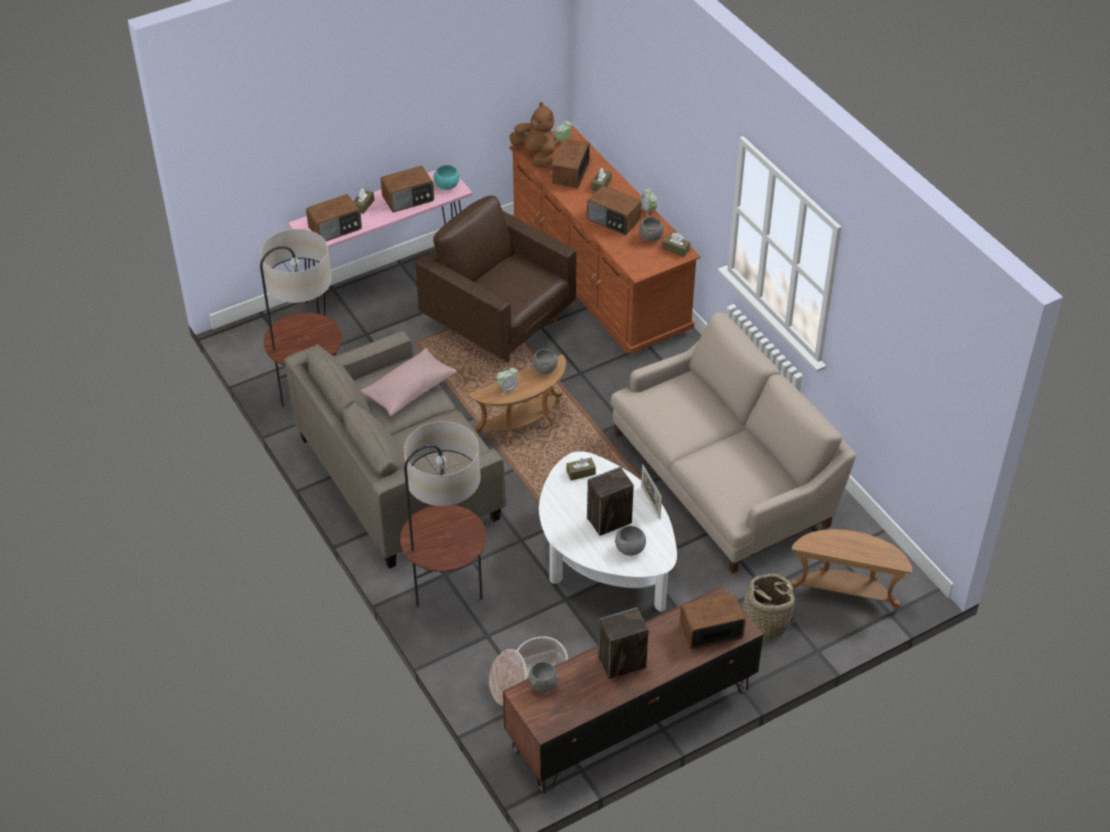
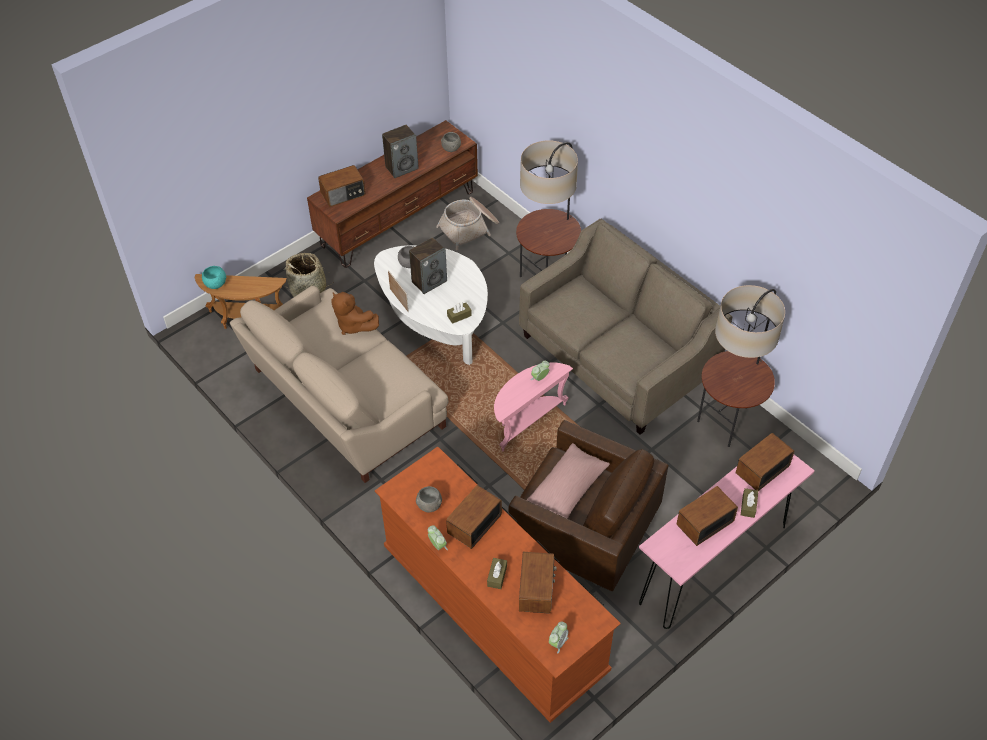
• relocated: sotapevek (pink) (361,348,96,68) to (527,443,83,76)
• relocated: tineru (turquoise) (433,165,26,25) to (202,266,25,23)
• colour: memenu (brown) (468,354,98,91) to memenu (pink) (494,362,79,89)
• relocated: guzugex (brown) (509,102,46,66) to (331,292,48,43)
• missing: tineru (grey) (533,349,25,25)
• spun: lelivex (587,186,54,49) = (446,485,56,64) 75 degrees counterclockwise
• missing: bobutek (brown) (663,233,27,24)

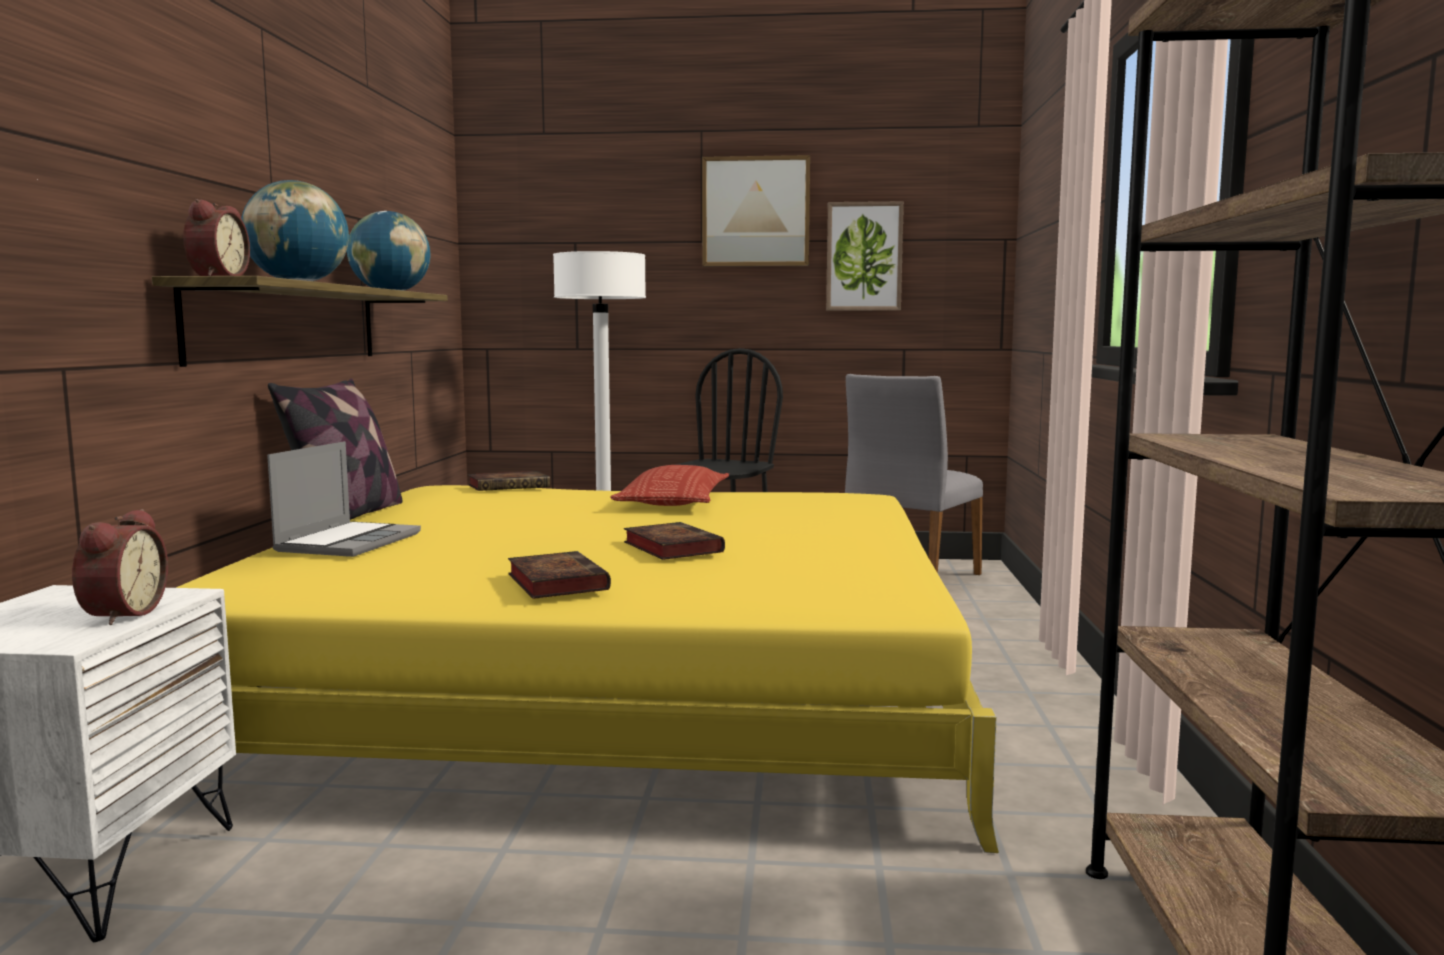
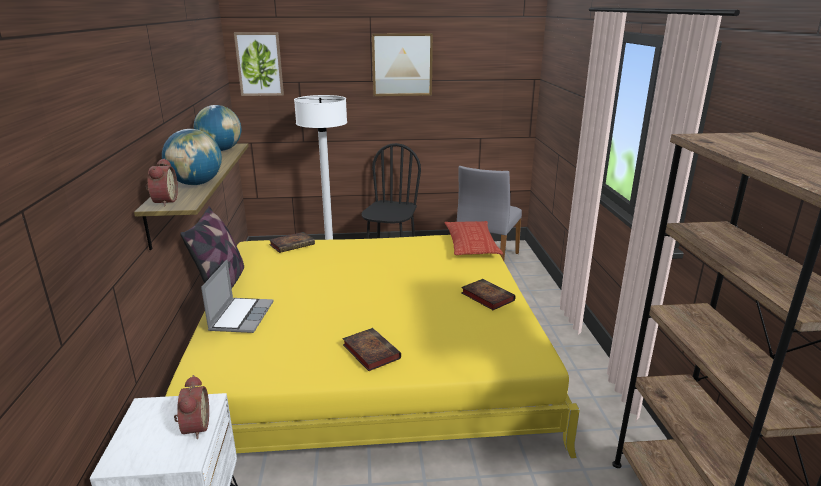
• relocated: sotapevek (610,465,119,41) to (444,221,59,34)
• relocated: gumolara (624,522,101,38) to (461,279,54,31)
• relocated: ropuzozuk (826,201,78,110) to (234,32,50,64)

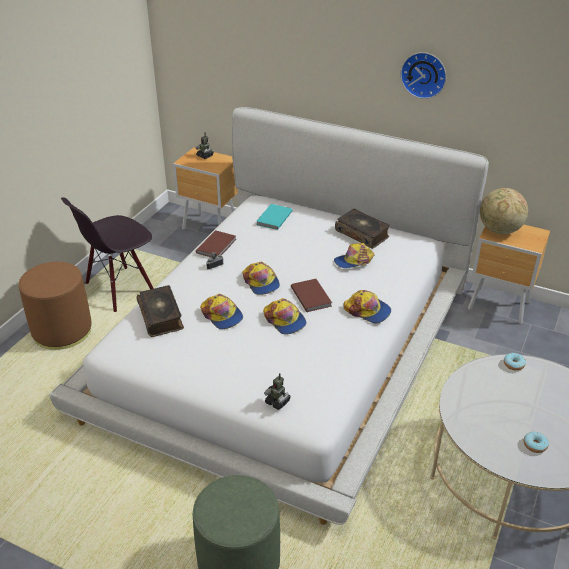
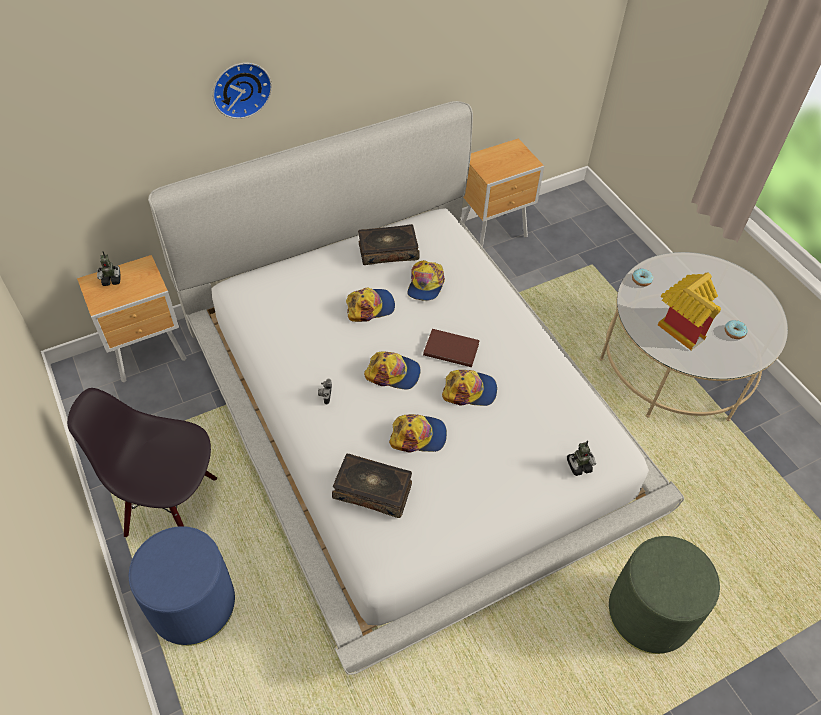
• colour: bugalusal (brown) (19,262,73,88) to bugalusal (blue) (129,526,106,120)
• spun: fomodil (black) (61,197,93,115) = (67,388,150,149) 105 degrees clockwise
• missing: gumolara (brown) (196,230,41,27)
• missing: gumolara (turquoise) (256,204,37,26)
• relocated: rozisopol (343,290,48,34) to (346,288,49,34)
• relocated: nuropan (400,52,46,47) to (213,63,59,56)
• missing: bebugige (480,188,48,46)
• appeared: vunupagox (658,273,63,78)

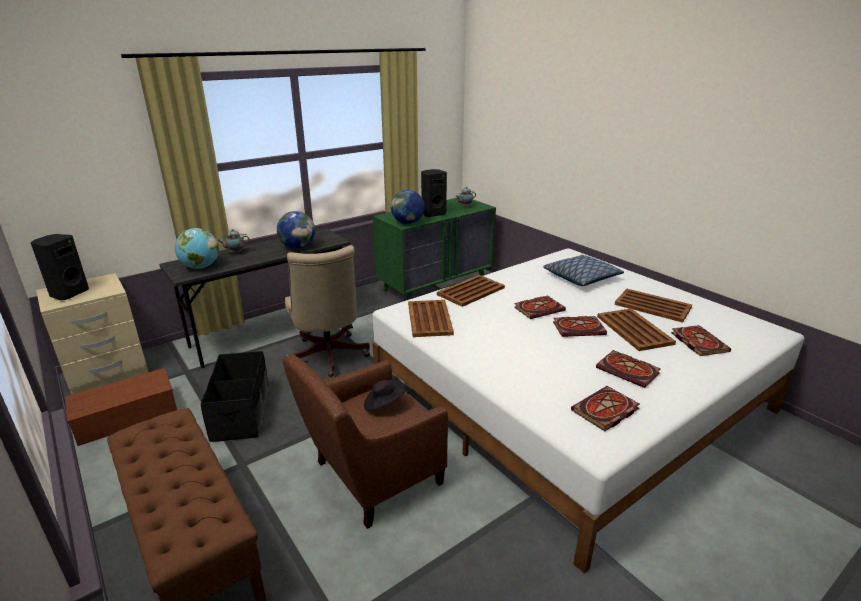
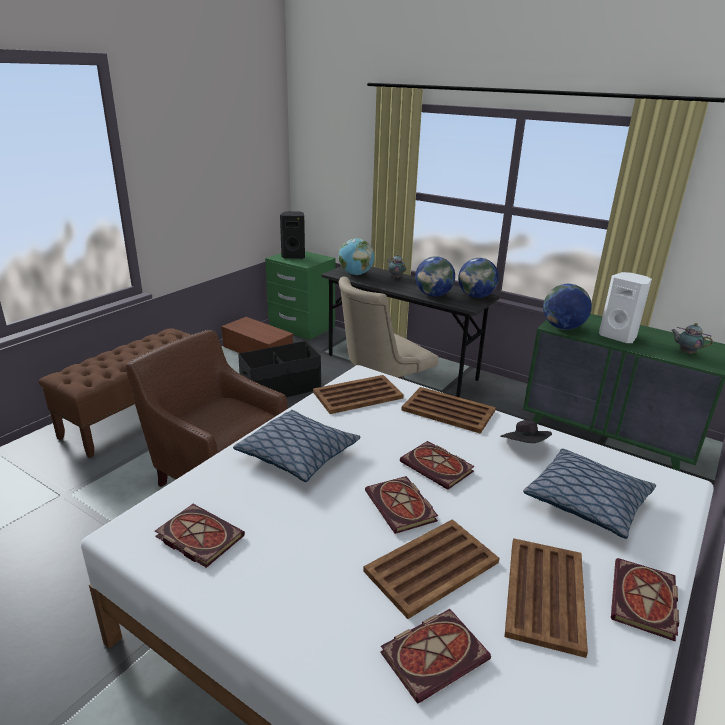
• colour: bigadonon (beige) (36,273,112,122) to bigadonon (green) (265,251,71,89)
• relocated: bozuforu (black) (364,380,42,31) to (500,420,52,23)
• colour: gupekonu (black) (421,169,26,48) to gupekonu (white) (599,272,53,71)
• relocated: gumolara (596,350,65,38) to (611,558,68,84)
• appeared: sotapevek (233,410,128,72)
• appeared: bebugige (458,258,41,40)

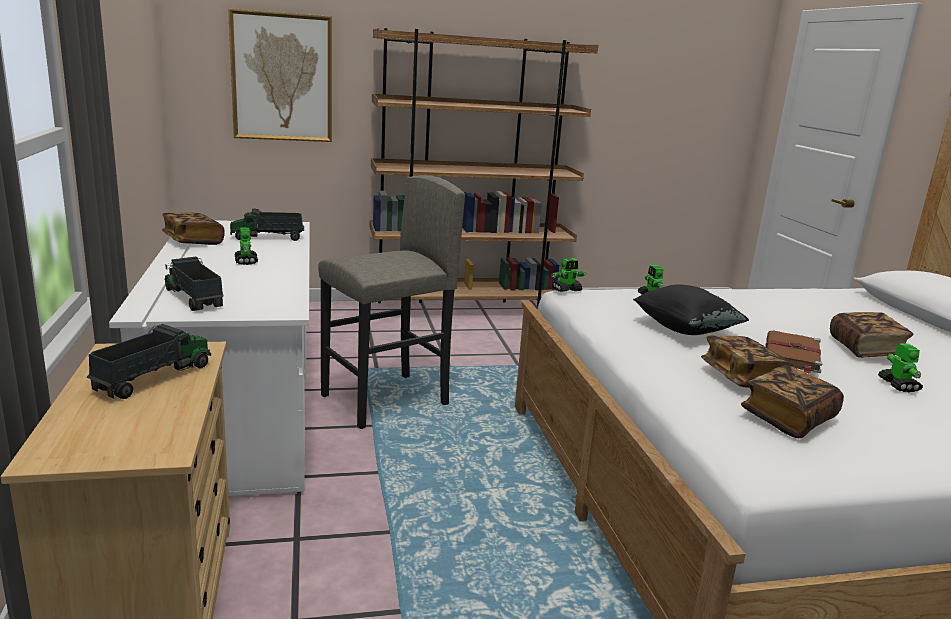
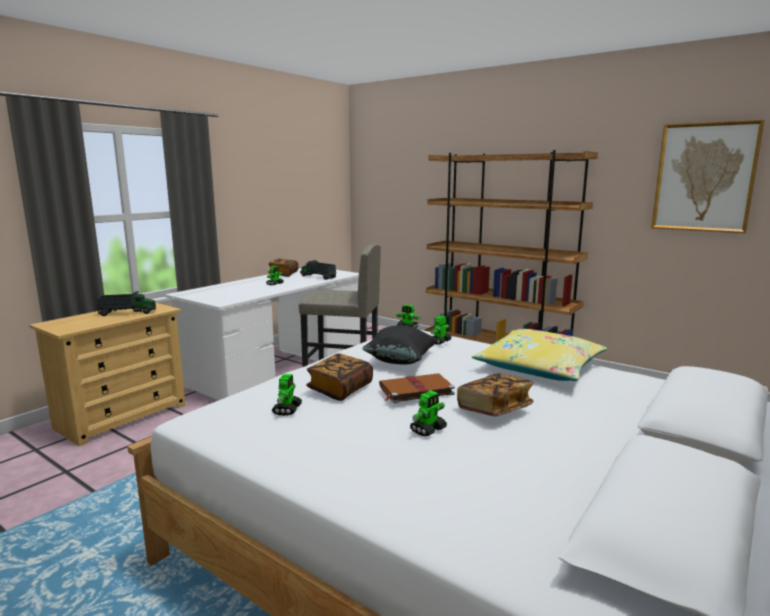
• missing: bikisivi (165,257,59,54)
• relocated: ropuzozuk (228,9,104,133) to (651,120,114,113)
• exchanged: gumolara (741,365,103,73) to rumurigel (272,374,30,42)
• appeared: sotapevek (yellow) (472,329,135,52)

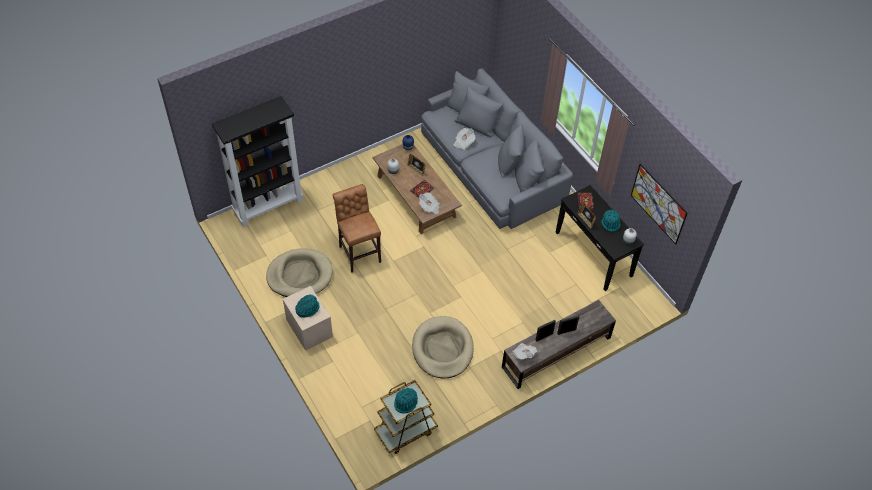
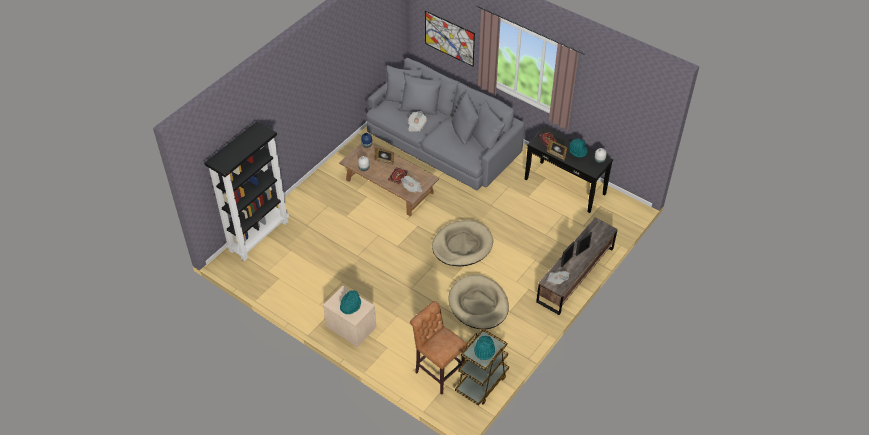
• relocated: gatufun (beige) (266,249,67,48) to (432,220,61,47)
• relocated: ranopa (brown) (333,184,48,89) to (410,301,57,94)
• relocated: ropuzozuk (631,164,57,80) to (425,10,50,57)

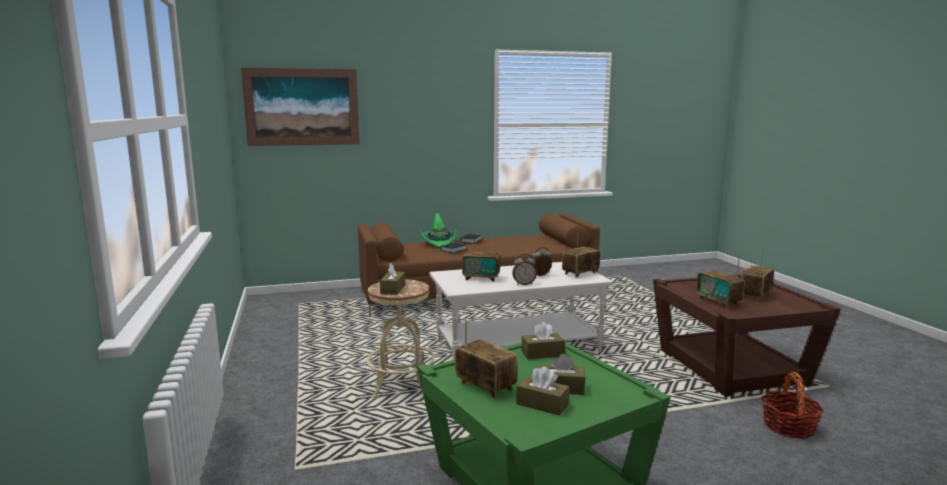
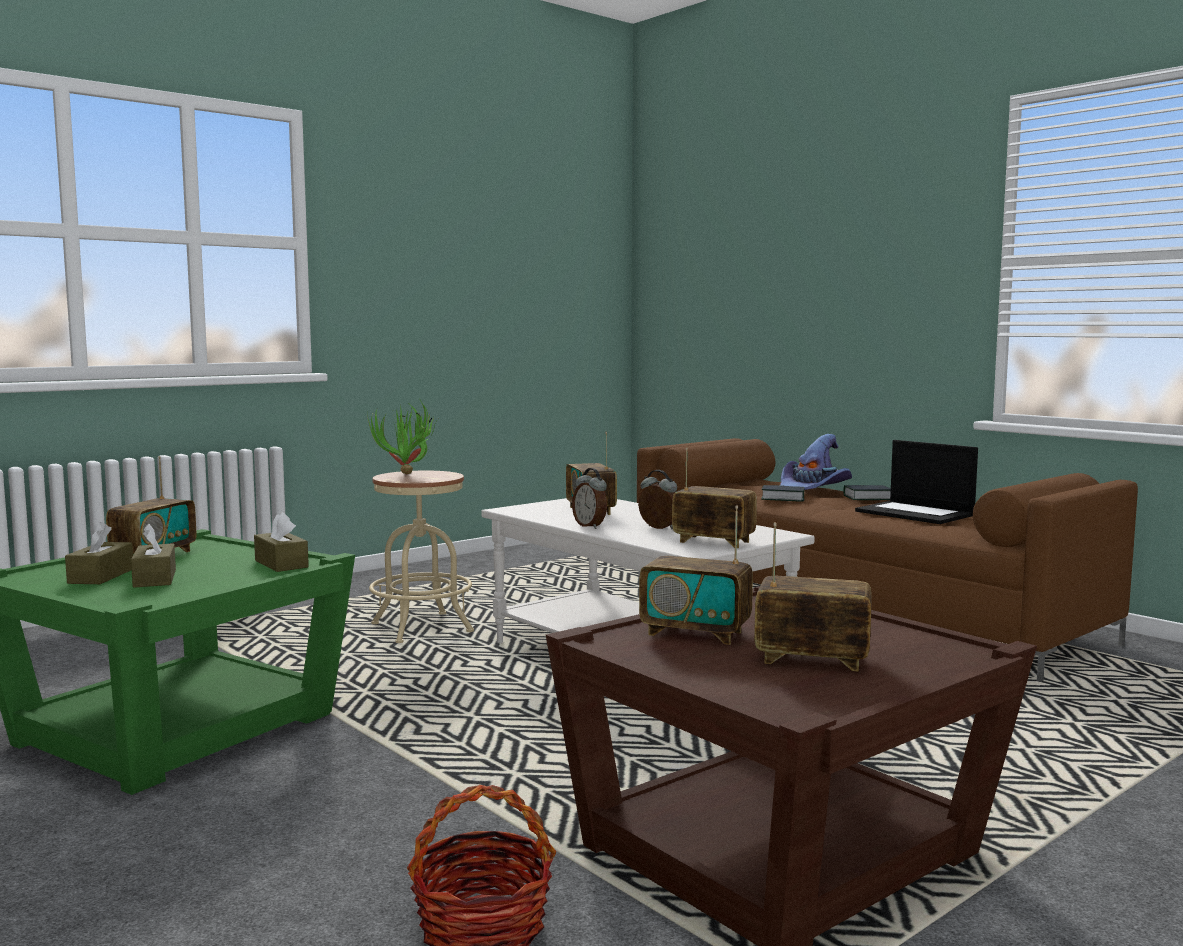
• missing: ropuzozuk (241,68,119,78)
• exchanged: bobutek (brown) (380,263,25,32) to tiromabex (367,400,71,74)
• colour: bozuforu (green) (419,213,38,35) to bozuforu (purple) (780,434,72,56)
• spun: lelivex (696,256,49,52) = (639,505,114,140) 105 degrees counterclockwise
• appeared: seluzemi (855,440,123,84)

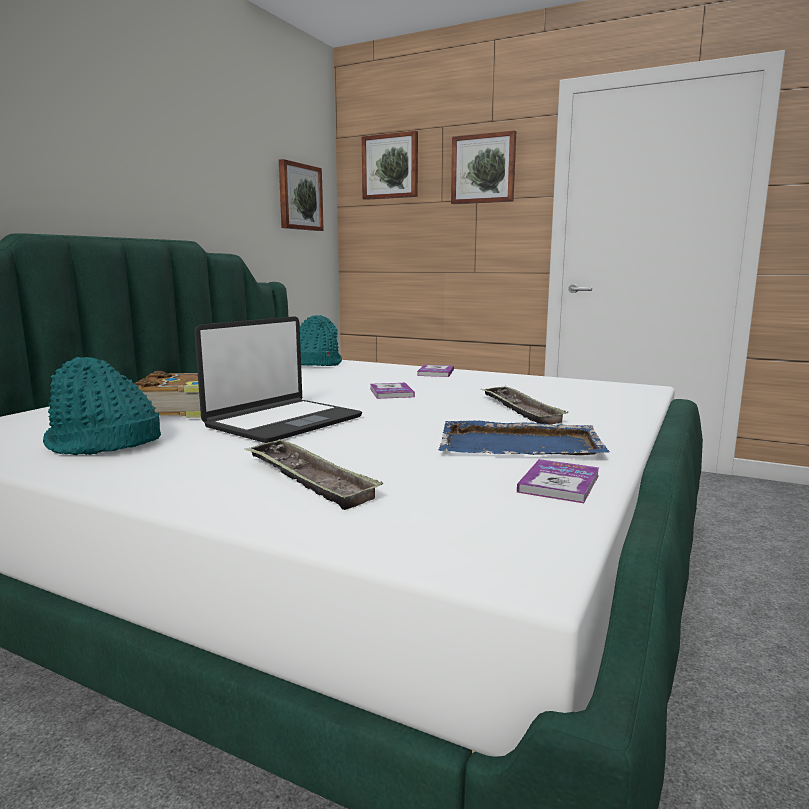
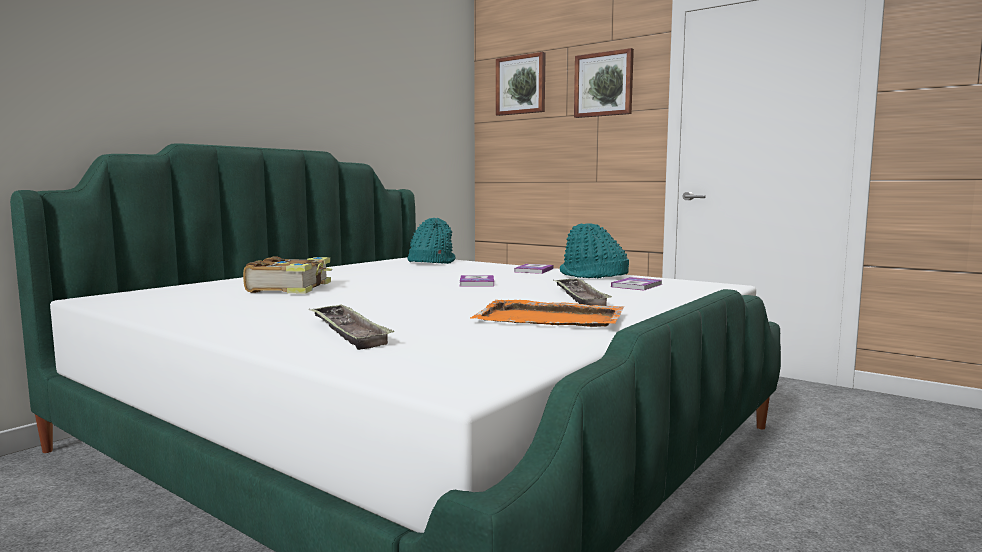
• relocated: bozuforu (turquoise) (43,357,118,98) to (560,224,69,54)
• missing: seluzemi (194,316,168,127)
• missing: ropuzozuk (279,159,45,72)
• colour: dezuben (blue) (438,421,172,34) to dezuben (orange) (470,300,154,27)
• relocated: gumolara (517,459,82,44) to (611,277,51,13)

